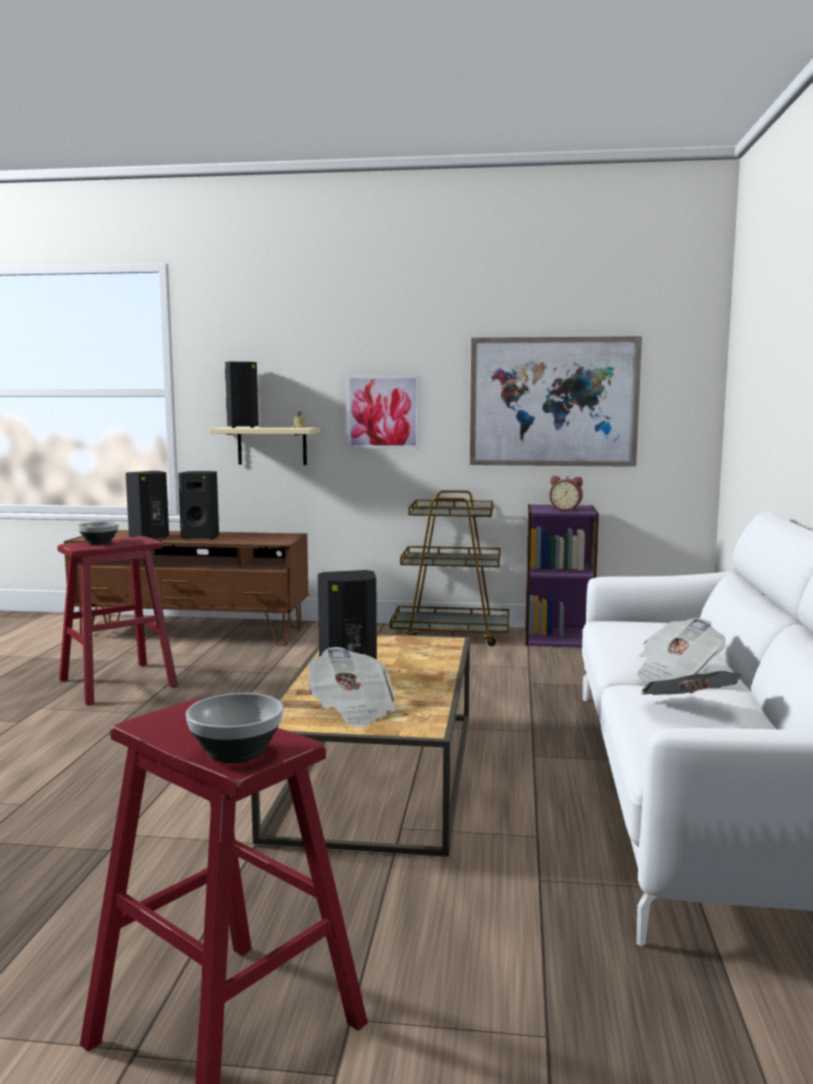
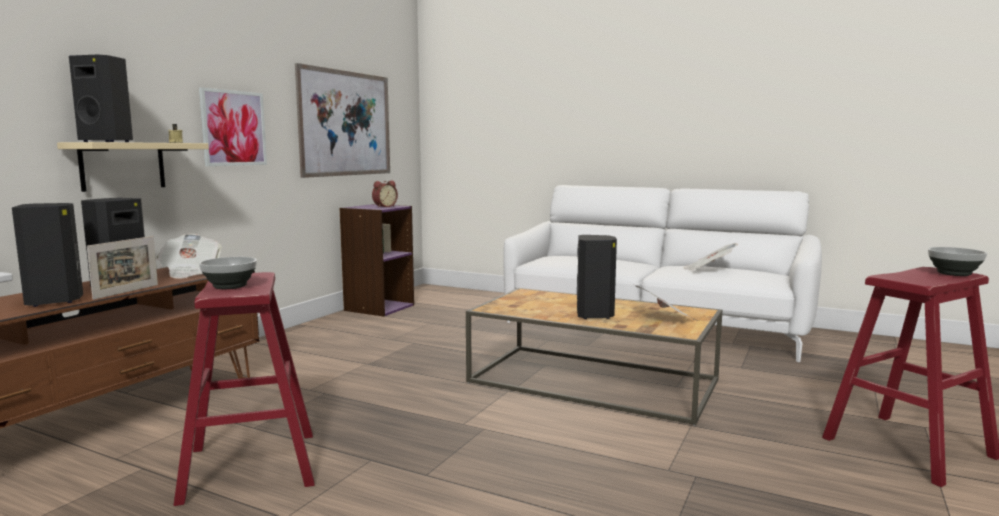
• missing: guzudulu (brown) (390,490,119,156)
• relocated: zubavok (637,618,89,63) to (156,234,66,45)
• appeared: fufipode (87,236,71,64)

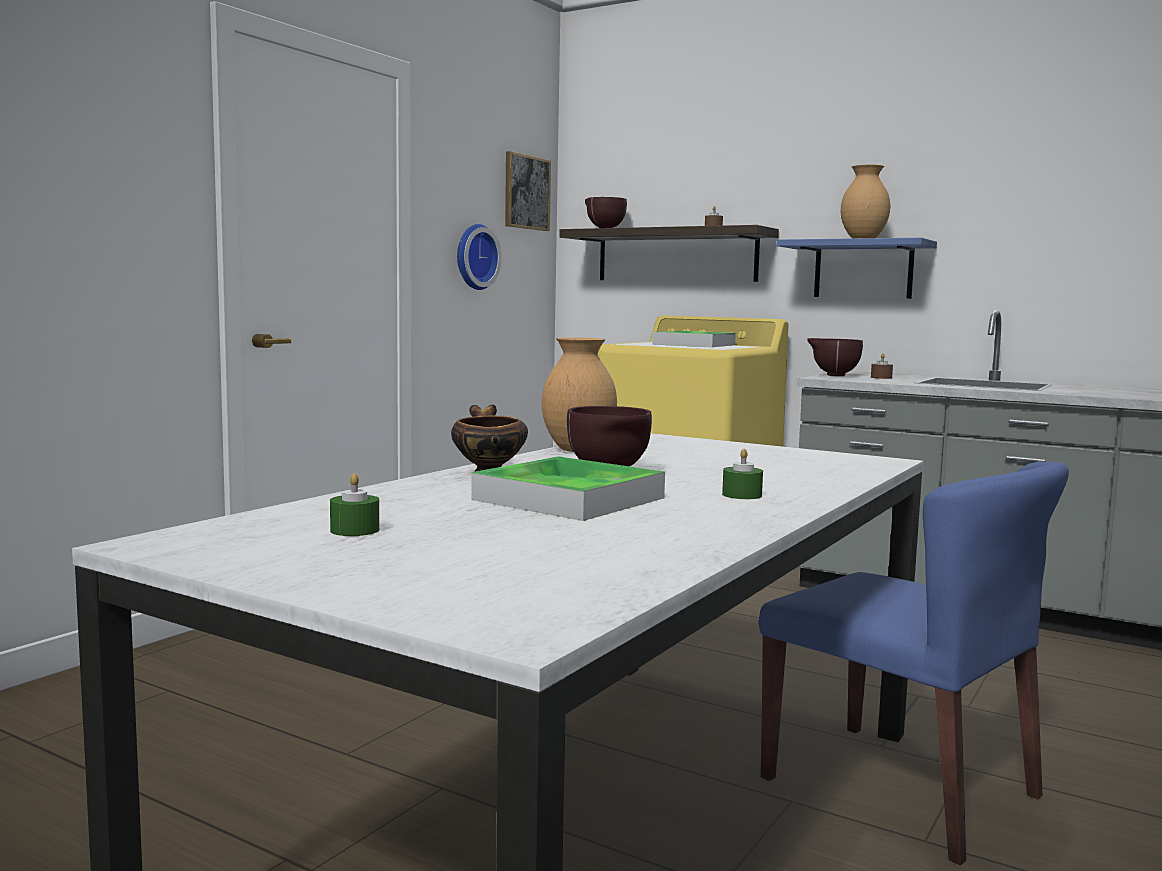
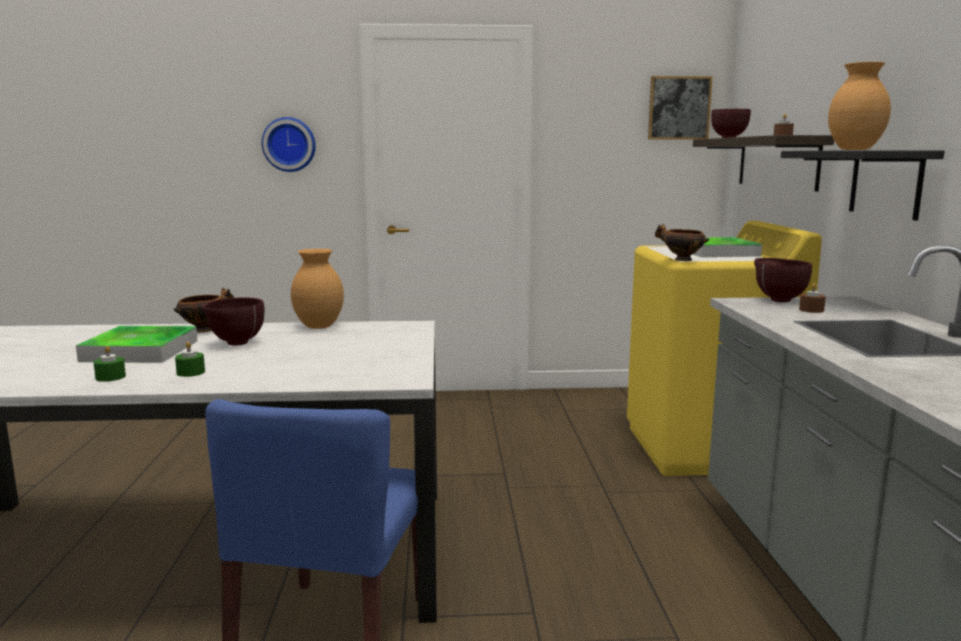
• relocated: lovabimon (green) (330,473,49,63) to (93,346,33,36)
• relocated: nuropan (457,224,45,66) to (262,117,54,55)
• colour: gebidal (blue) (776,238,161,61) to gebidal (black) (781,150,164,71)
• appeared: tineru (655,224,54,37)

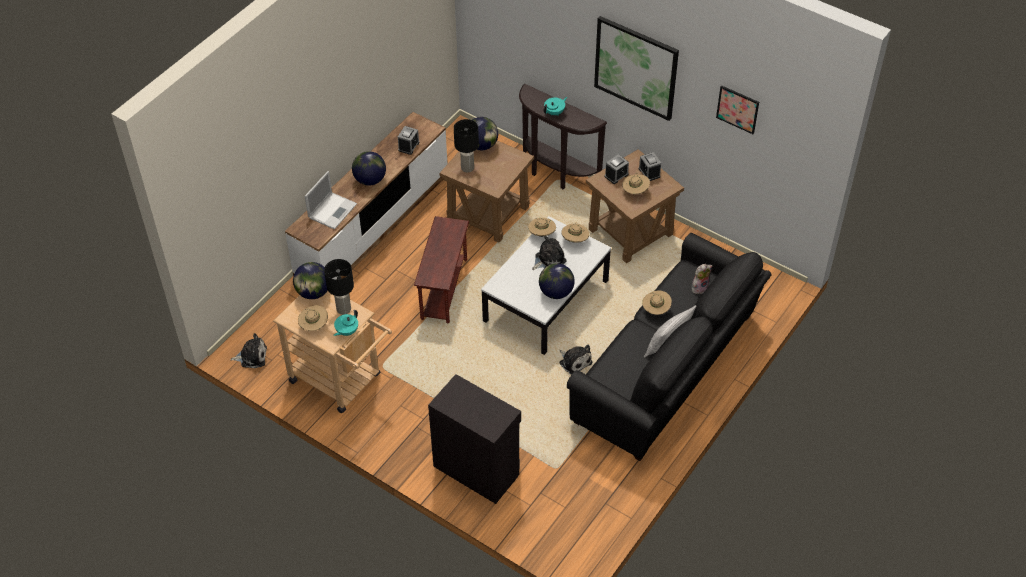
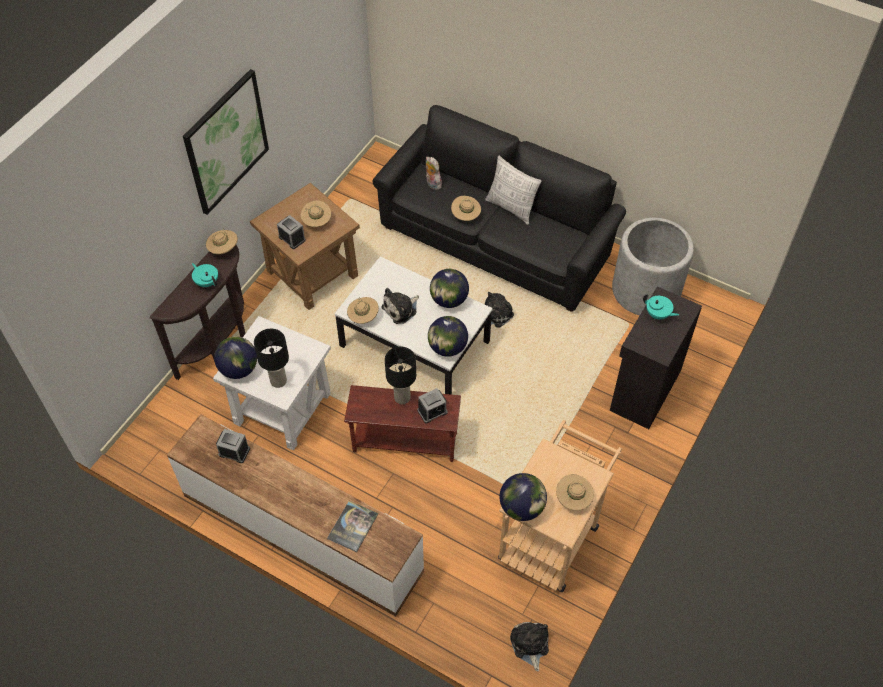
• exchanged: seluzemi (305,171,52,59) to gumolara (327,501,51,51)
• relocated: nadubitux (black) (324,259,30,56) to (385,347,31,57)
• relocated: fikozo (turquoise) (334,310,24,26) to (643,294,36,26)
• relocated: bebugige (352,151,34,35) to (428,316,40,41)
• colour: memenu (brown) (440,141,94,102) to memenu (white) (213,316,118,135)
• spun: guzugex (532,236,35,34) = (381,288,38,36) 90 degrees counterclockwise
• relocated: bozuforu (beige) (561,224,28,19) to (206,229,32,25)
• relocated: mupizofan (639,152,22,29) to (417,388,31,36)
• missing: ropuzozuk (716,85,43,49)
• appeared: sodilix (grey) (612,218,82,97)

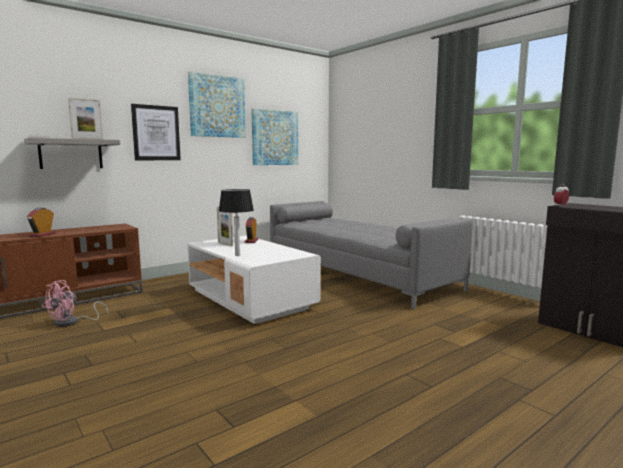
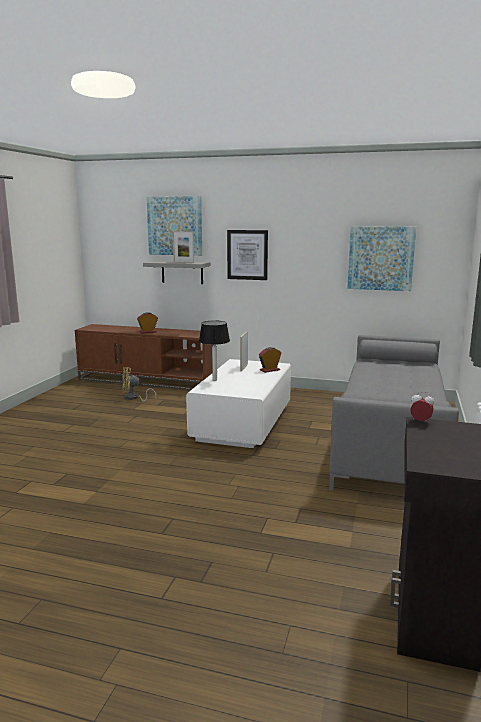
• colour: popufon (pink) (42,280,67,47) to popufon (yellow) (122,367,34,35)
• relocated: ropuzozuk (188,72,58,66) to (147,196,55,60)

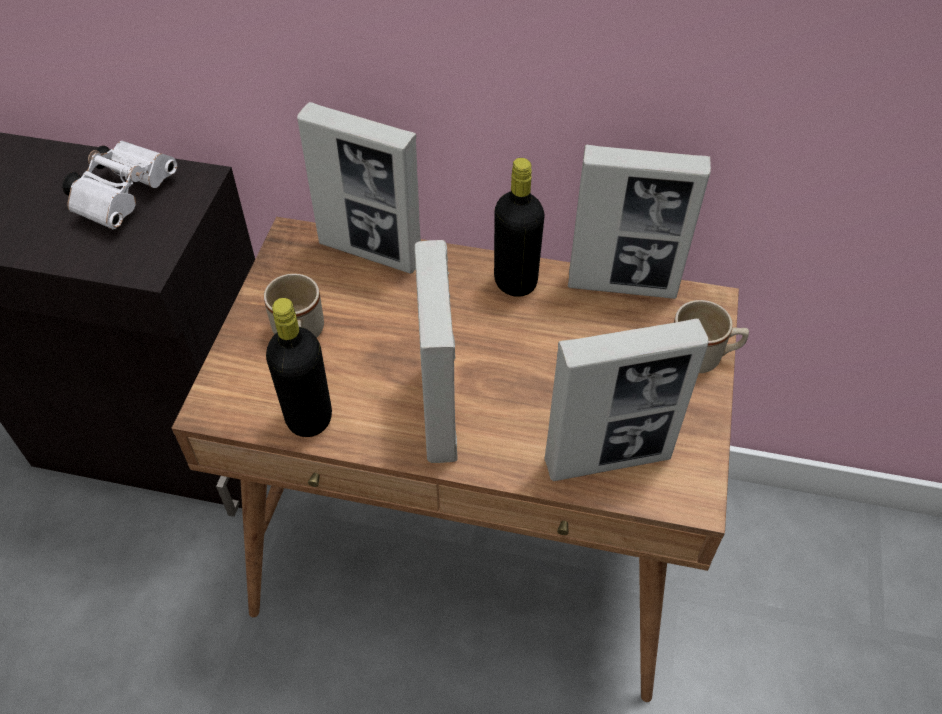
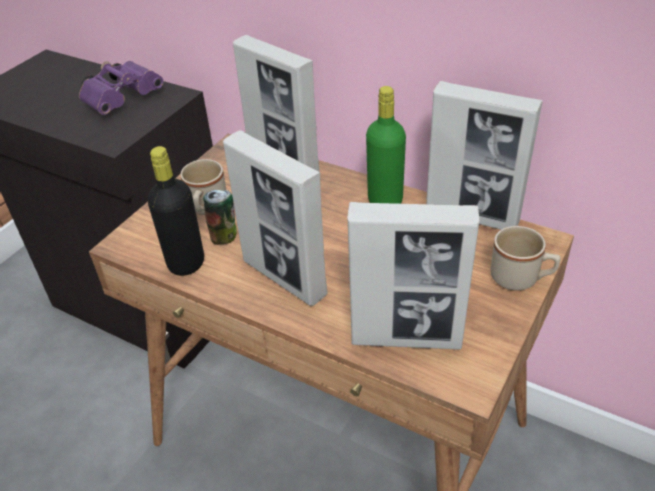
• colour: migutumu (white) (62,141,115,88) to migutumu (purple) (79,61,84,54)
• spun: fufipode (414,240,44,223) = (223,130,105,176) 60 degrees counterclockwise
• colour: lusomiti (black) (494,158,51,139) to lusomiti (green) (366,86,40,118)
• appeared: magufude (203,190,34,55)

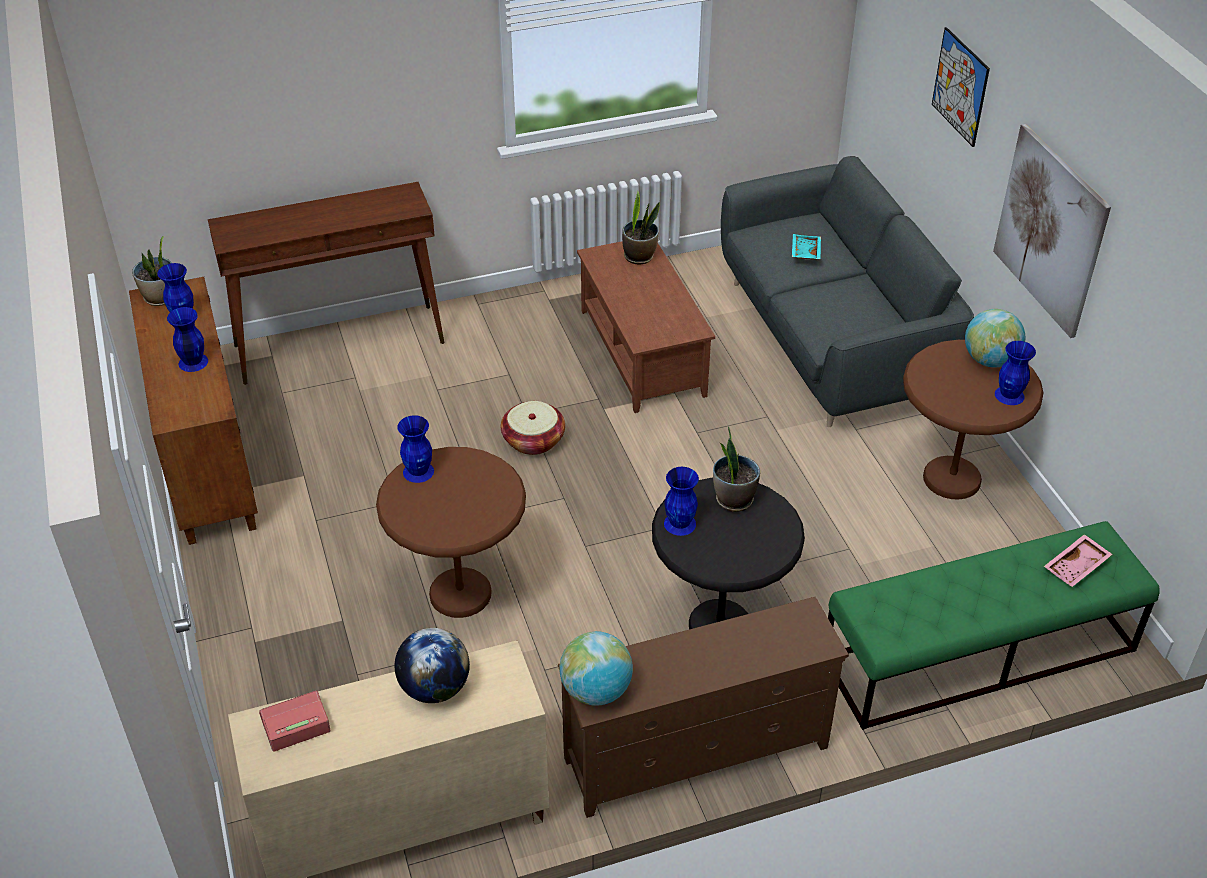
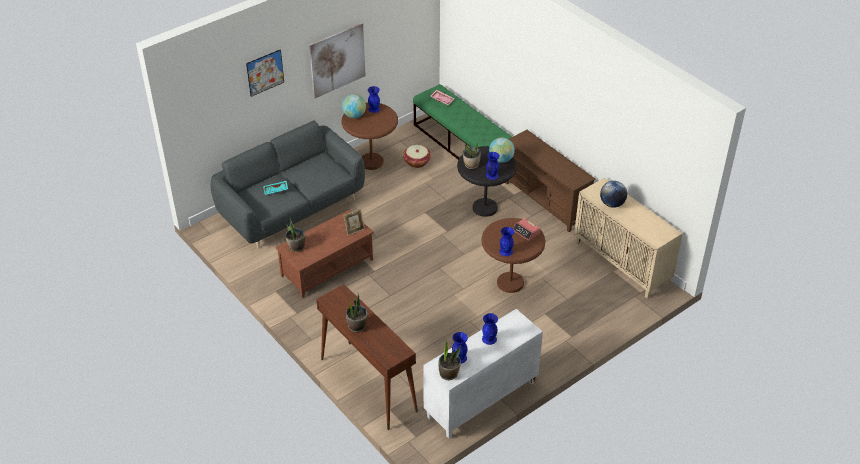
• colour: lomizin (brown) (129,277,129,268) to lomizin (white) (423,309,120,130)
• relocated: mupizofan (259,690,72,62) to (513,218,27,23)
• relocated: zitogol (501,401,64,54) to (403,145,28,23)
• relocated: bebugige (560,631,73,75) to (489,137,26,26)
• appeared: fufipode (343,209,22,26)
• appeared: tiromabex (346,294,22,39)

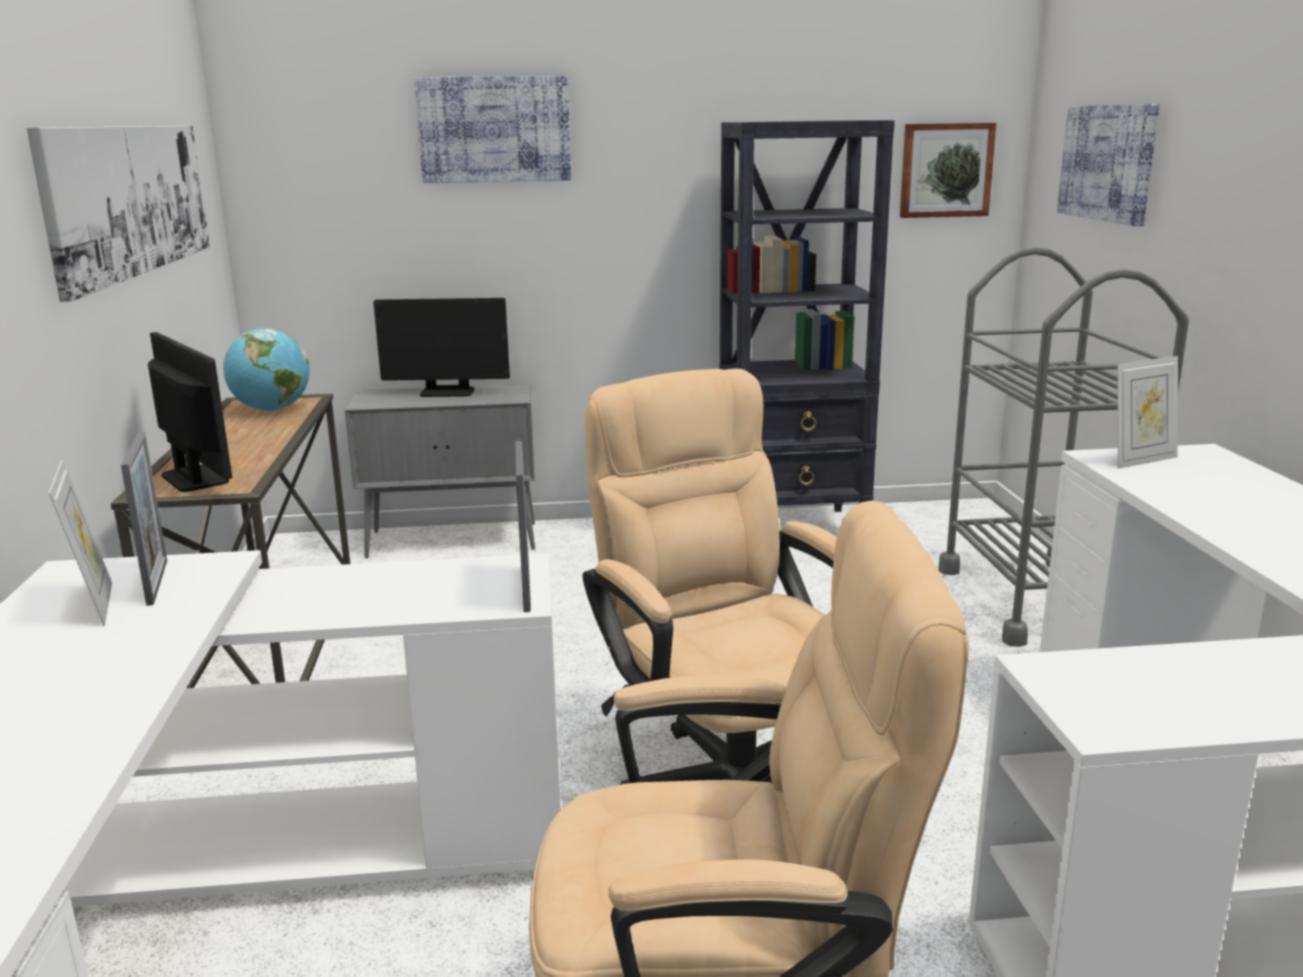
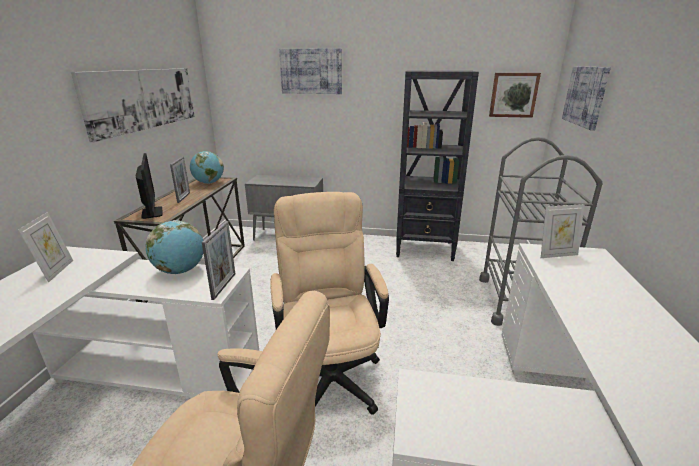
• relocated: fufipode (121,432,46,174) to (170,157,20,46)
• missing: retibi (373,298,137,99)
• appeared: bebugige (145,220,58,54)

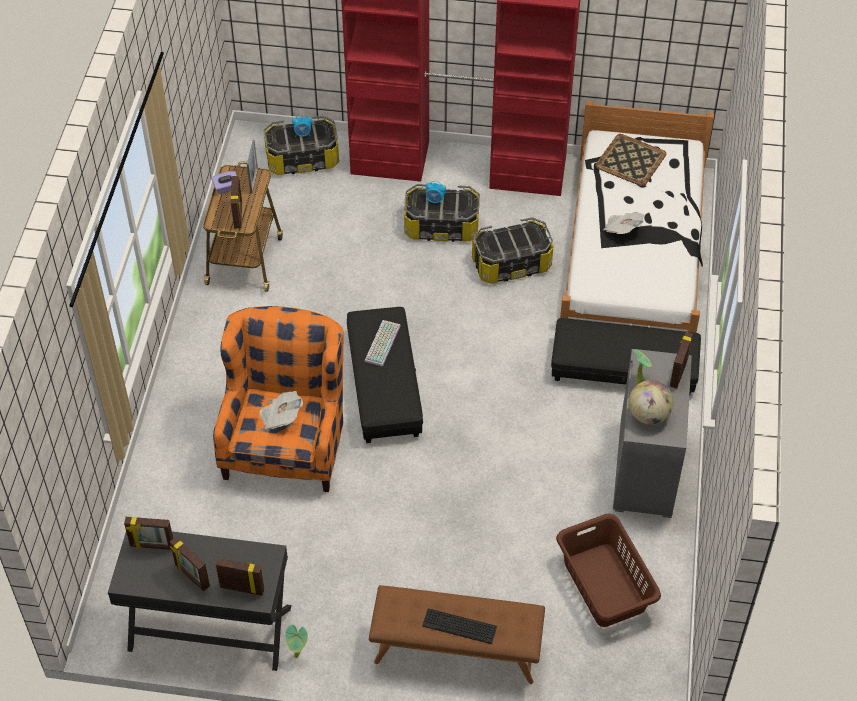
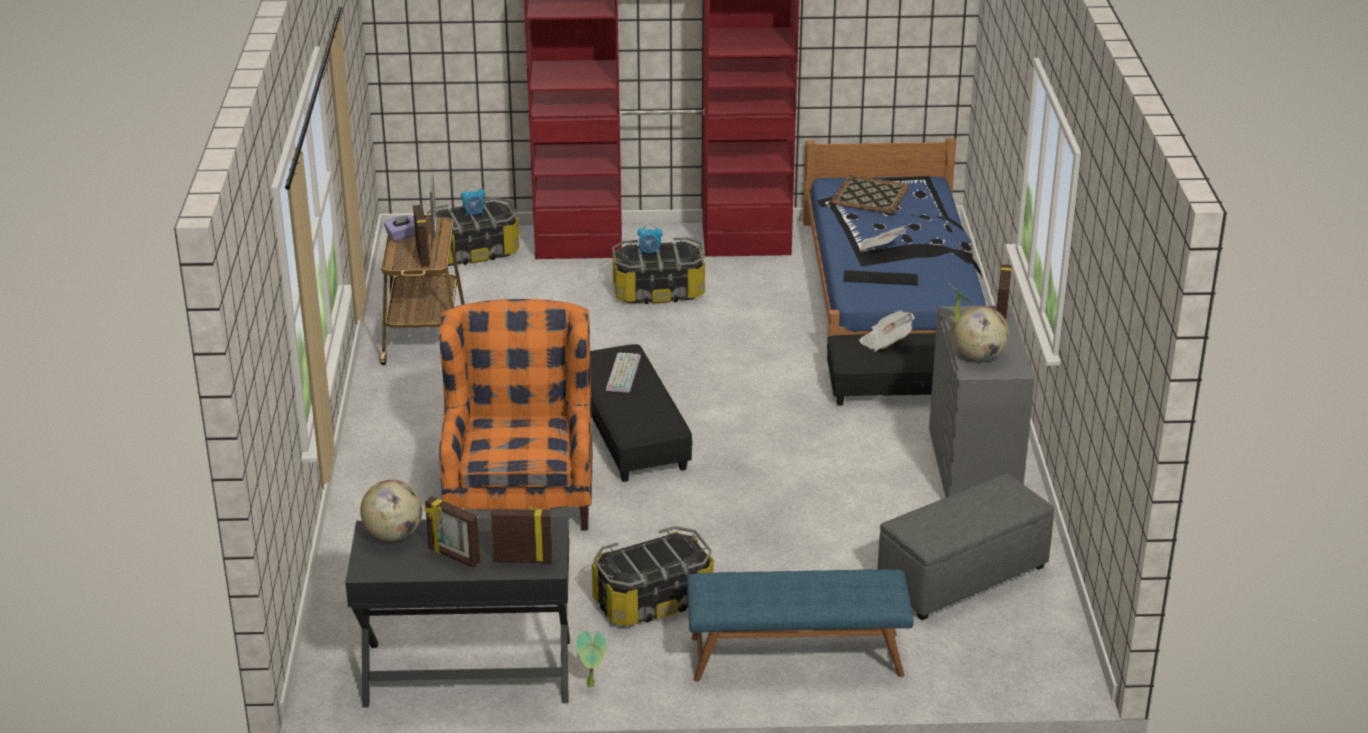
• exchanged: fufipode (124,517,49,33) to bebugige (360,480,62,61)
• relocated: zubavok (259,391,44,39) to (859,310,56,42)
• colour: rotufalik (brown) (369,585,176,99) to rotufalik (blue) (687,569,227,112)
• relocated: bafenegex (422,608,75,36) to (844,270,74,15)
• relocated: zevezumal (472,217,81,67) to (592,526,122,100)
• exchanged: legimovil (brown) (556,513,105,114) to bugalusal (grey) (878,473,176,147)
• colour: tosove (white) (560,101,154,232) to tosove (blue) (803,138,183,225)

